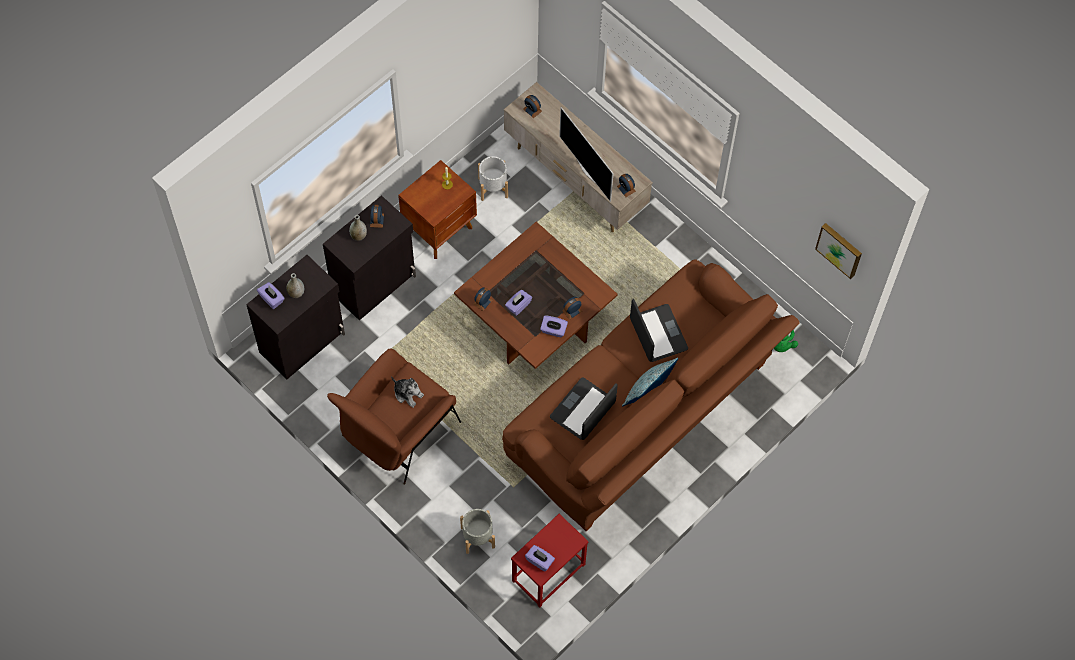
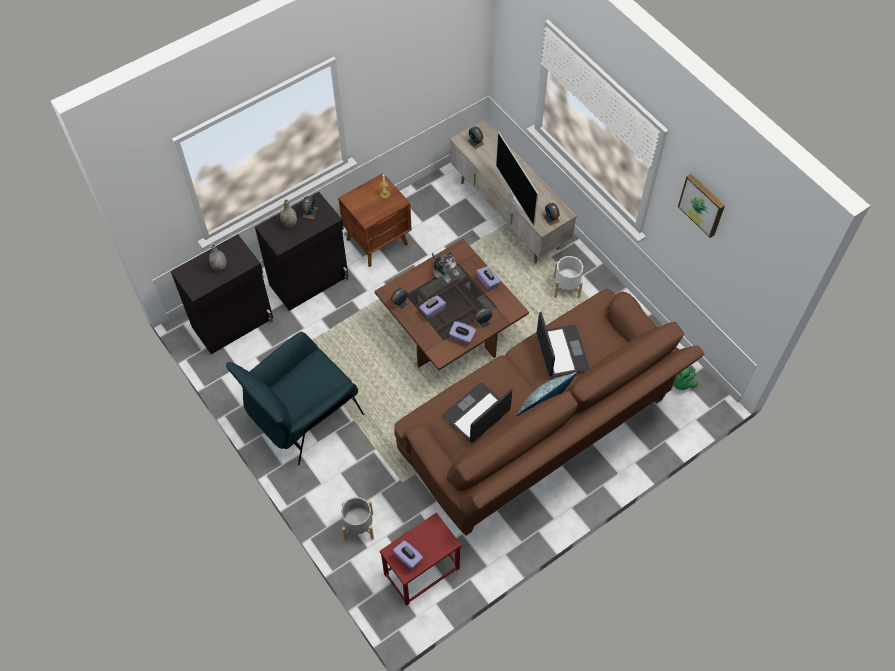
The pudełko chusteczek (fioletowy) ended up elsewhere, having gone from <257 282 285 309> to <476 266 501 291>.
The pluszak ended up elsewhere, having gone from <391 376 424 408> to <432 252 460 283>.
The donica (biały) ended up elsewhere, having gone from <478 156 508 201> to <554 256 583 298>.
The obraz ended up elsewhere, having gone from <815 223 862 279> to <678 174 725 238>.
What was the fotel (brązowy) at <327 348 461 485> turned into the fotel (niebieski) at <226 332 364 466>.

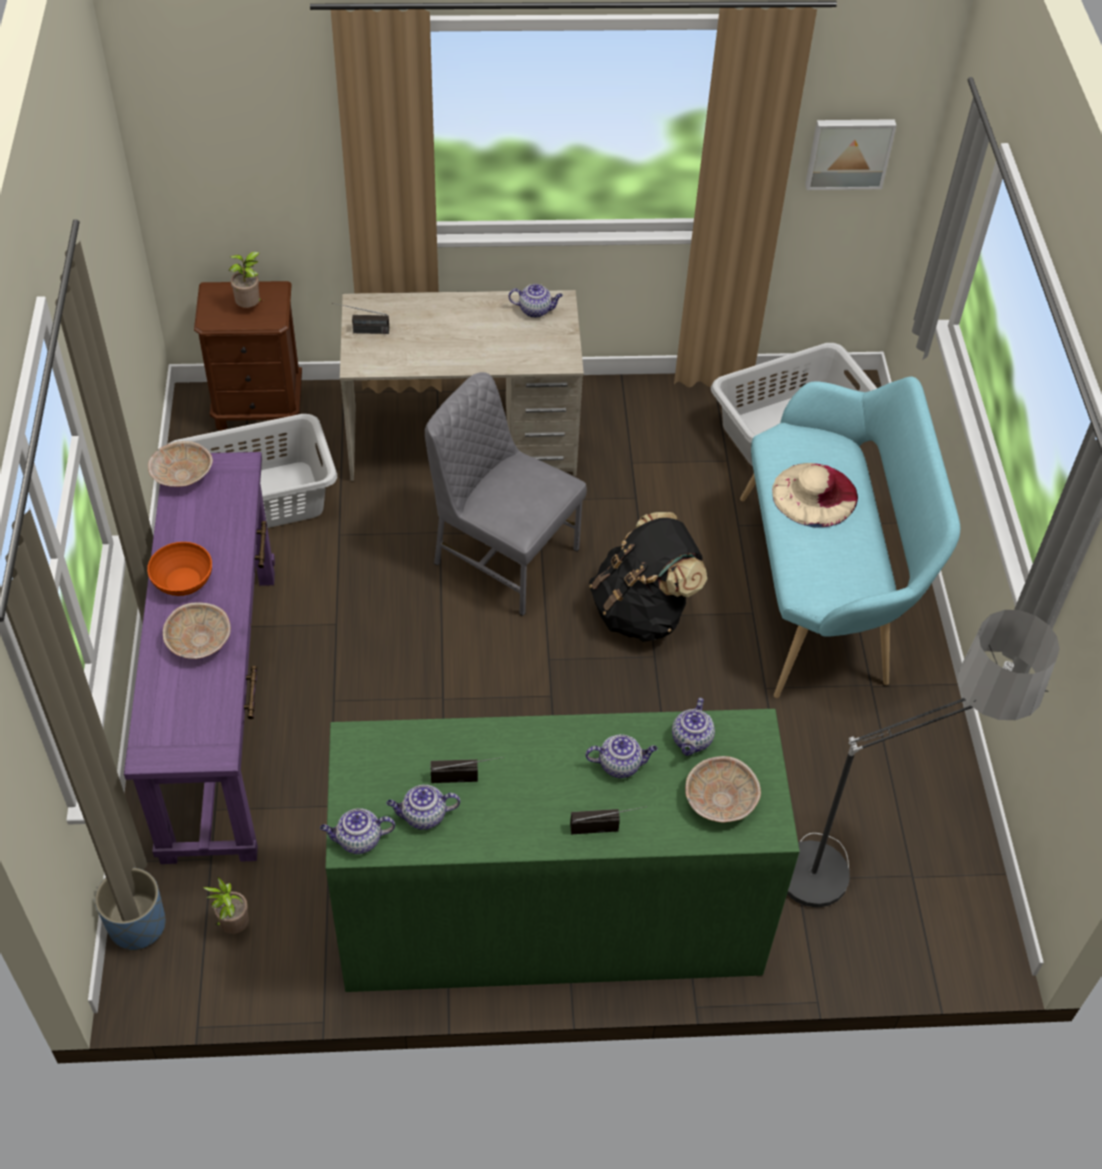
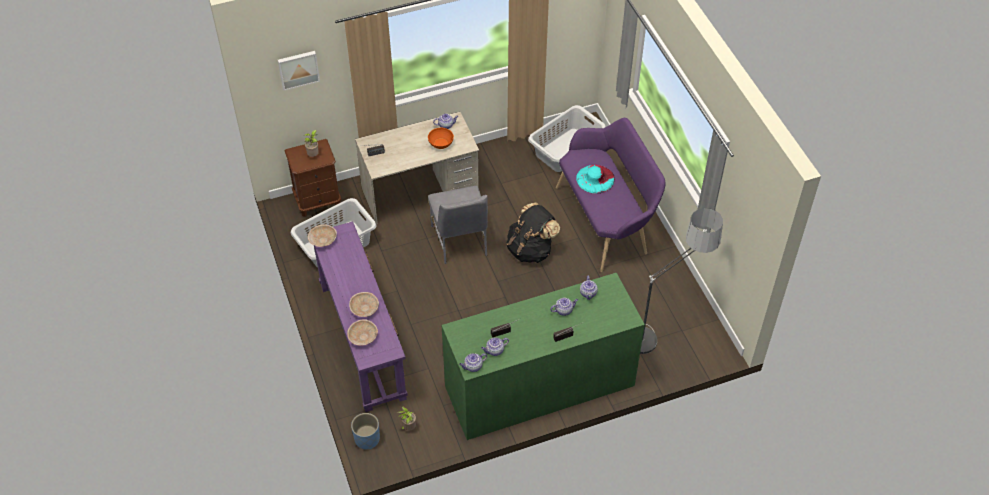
The miska (pomarańczowy) ended up elsewhere, having gone from <147 542 212 596> to <428 128 454 149>.
The miska (beżowy) ended up elsewhere, having gone from <685 756 761 822> to <347 319 378 346>.
The obraz ended up elsewhere, having gone from <805 119 897 190> to <278 51 320 90>.
What was the ławka (turkusowy) at <740 376 960 698> turned into the ławka (fioletowy) at <556 118 665 272>.
What was the kapelusz (beżowy) at <772 463 858 528> turned into the kapelusz (turkusowy) at <576 165 615 194>.
The krzesło (szary) at <425 372 587 616> ended up facing another way, 120 degrees counterclockwise from before.

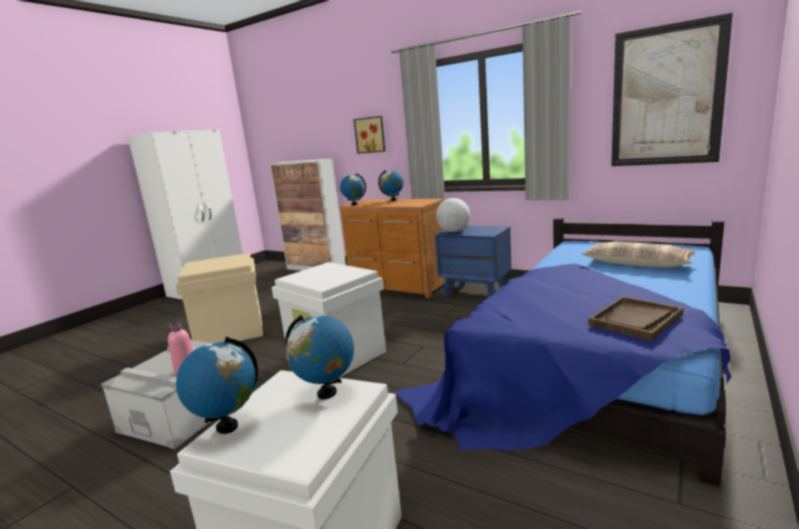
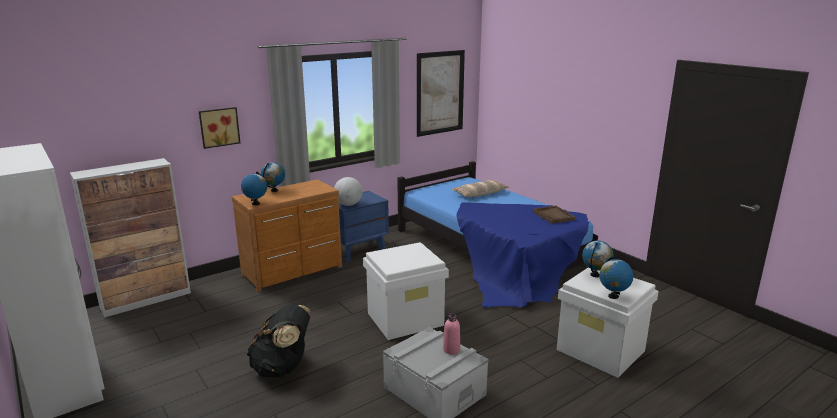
Where the pojemnik do przechowywania (beżowy) stood at <176 253 263 343>, the plecak (czarny) came to stand at <247 305 311 377>.

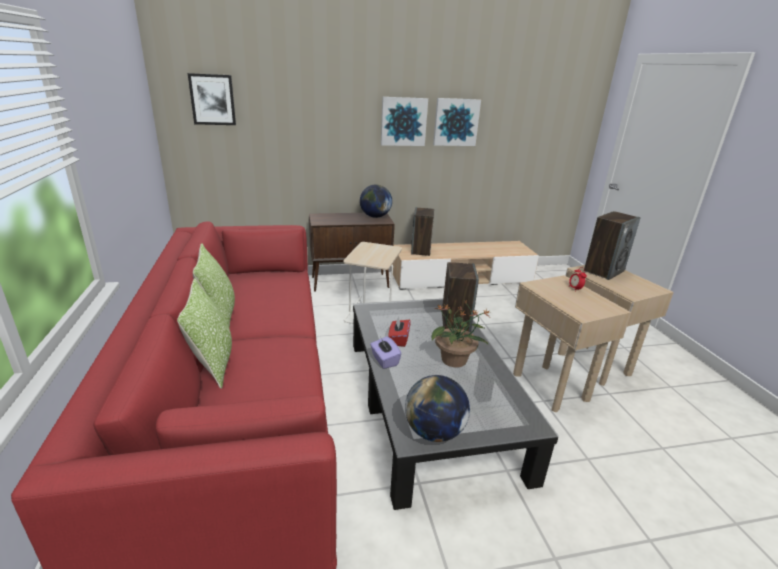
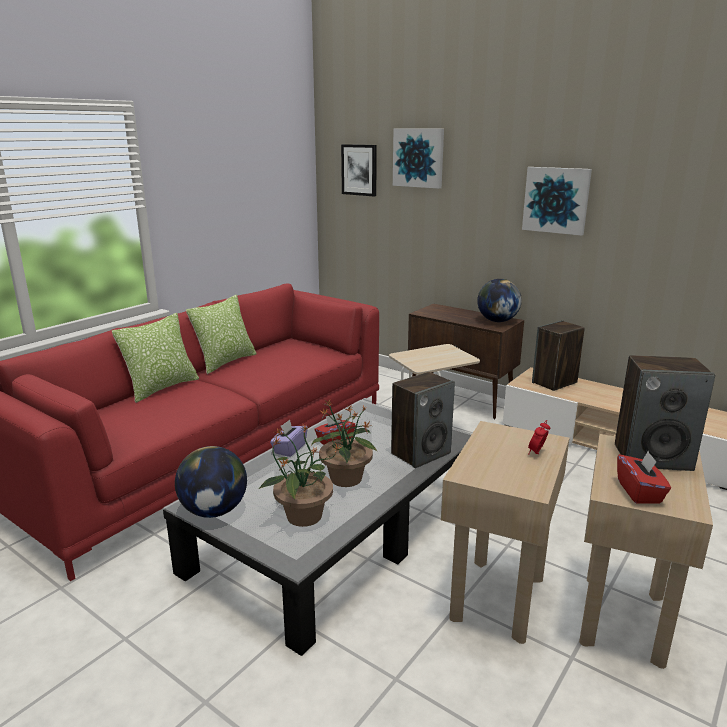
The second view gained the roślina doniczkowa at <259 424 342 527>.
The second view gained the pudełko chusteczek (czerwony) at <617 451 671 503>.
The obraz ended up elsewhere, having gone from <433 98 481 146> to <393 129 444 189>.

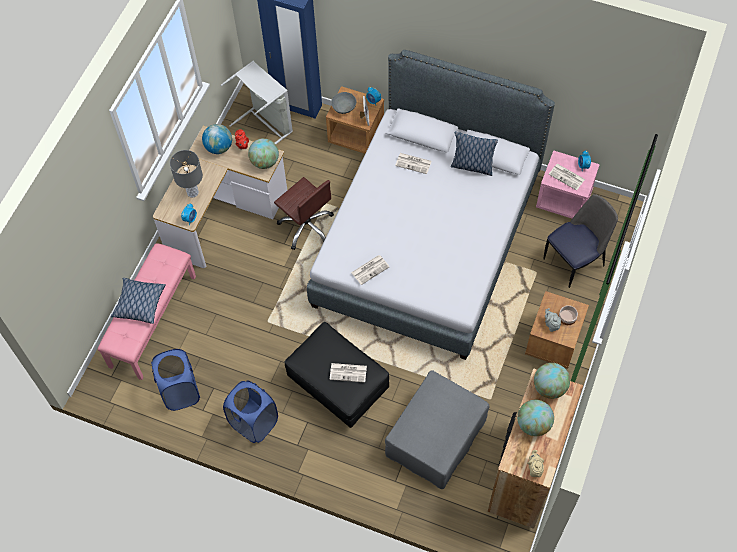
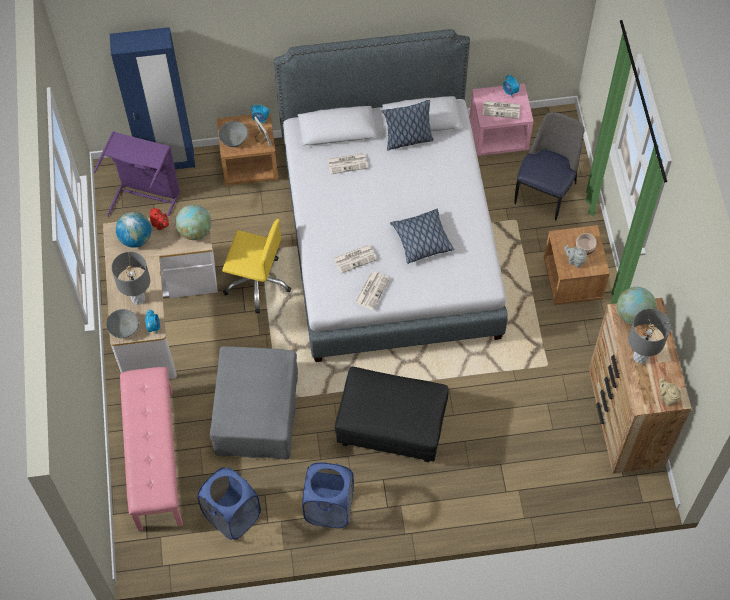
The second view gained the miska (szary) at <106 309 139 338>.
The poduszka ended up elsewhere, having gone from <111 278 166 324> to <390 208 455 264>.
The gazeta ended up elsewhere, having gone from <330 363 367 383> to <333 245 377 274>.
The pufa (szary) ended up elsewhere, having gone from <385 370 490 489> to <210 346 298 460>.
Where the globus stood at <517 400 554 436>, the lampa stołowa (szary) came to stand at <628 308 671 364>.
What was the kosz na pranie (szary) at <221 61 293 144> turned into the kosz na pranie (fioletowy) at <94 131 180 217>.
What was the krzesło biurowe (brązowy) at <274 177 334 250> turned into the krzesło biurowe (żółty) at <222 219 291 313>.

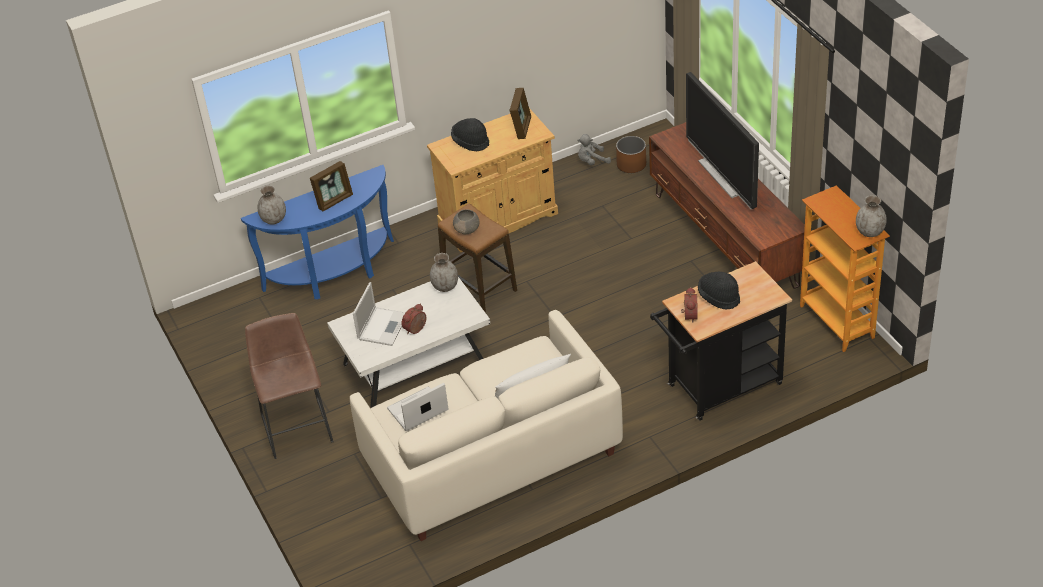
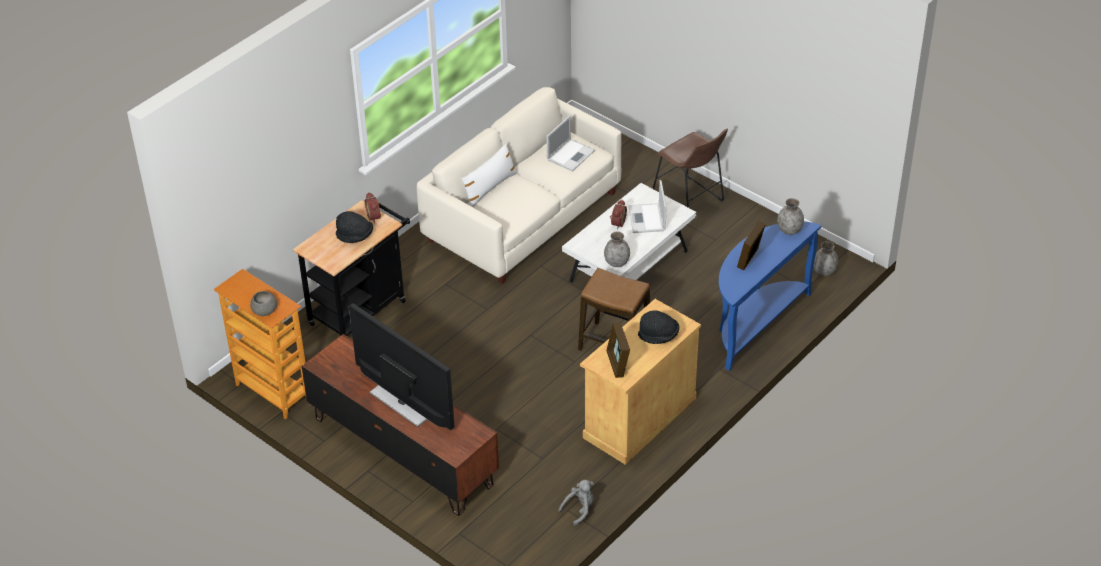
The second view lost the donica (brązowy) at <616 136 646 173>.
The miska (szary) ended up elsewhere, having gone from <453 209 480 234> to <250 291 277 316>.
The wazon (szary) ended up elsewhere, having gone from <856 195 887 237> to <813 241 838 276>.

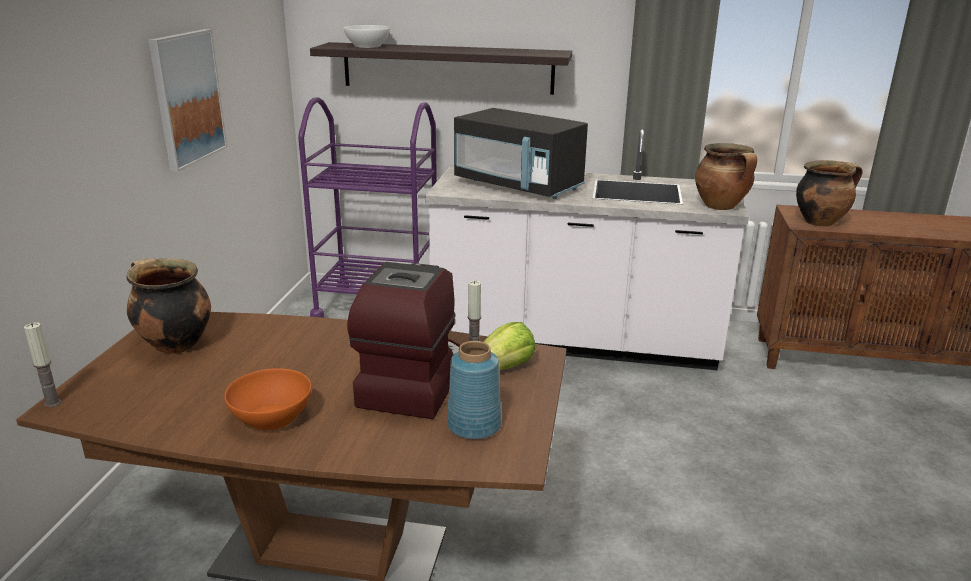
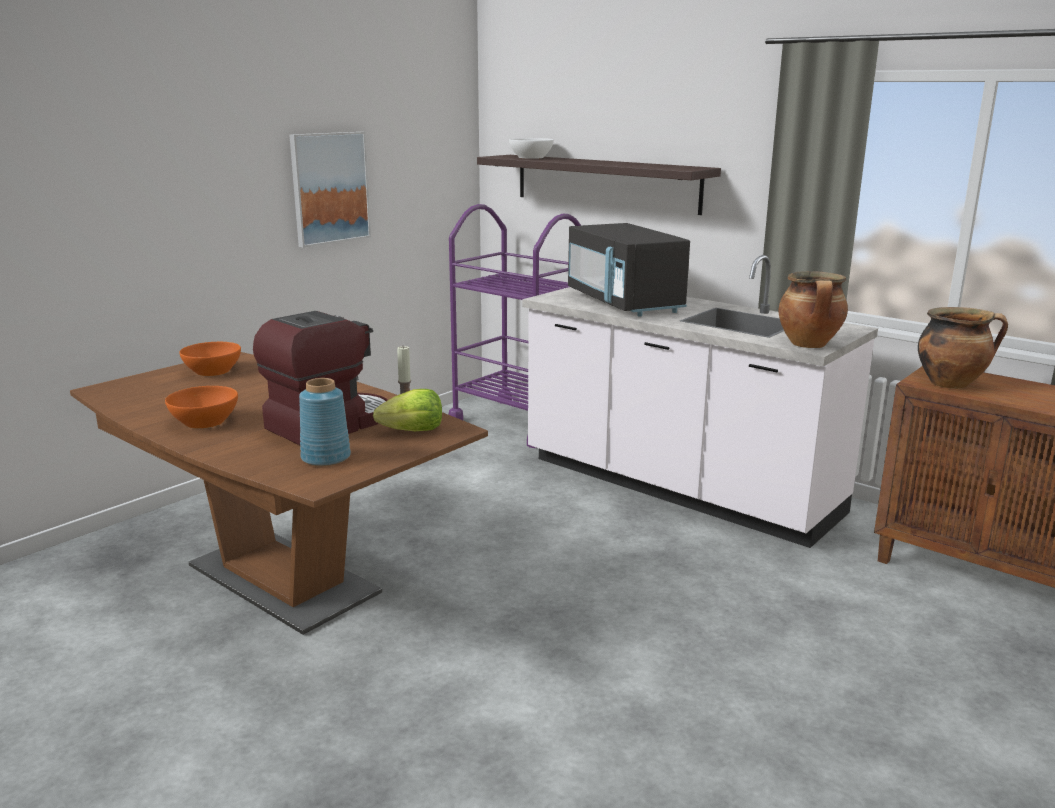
The second view lost the świeca at <24 322 61 407>.
Where the garnek stood at <127 259 211 354>, the miska (pomarańczowy) came to stand at <179 342 241 376>.

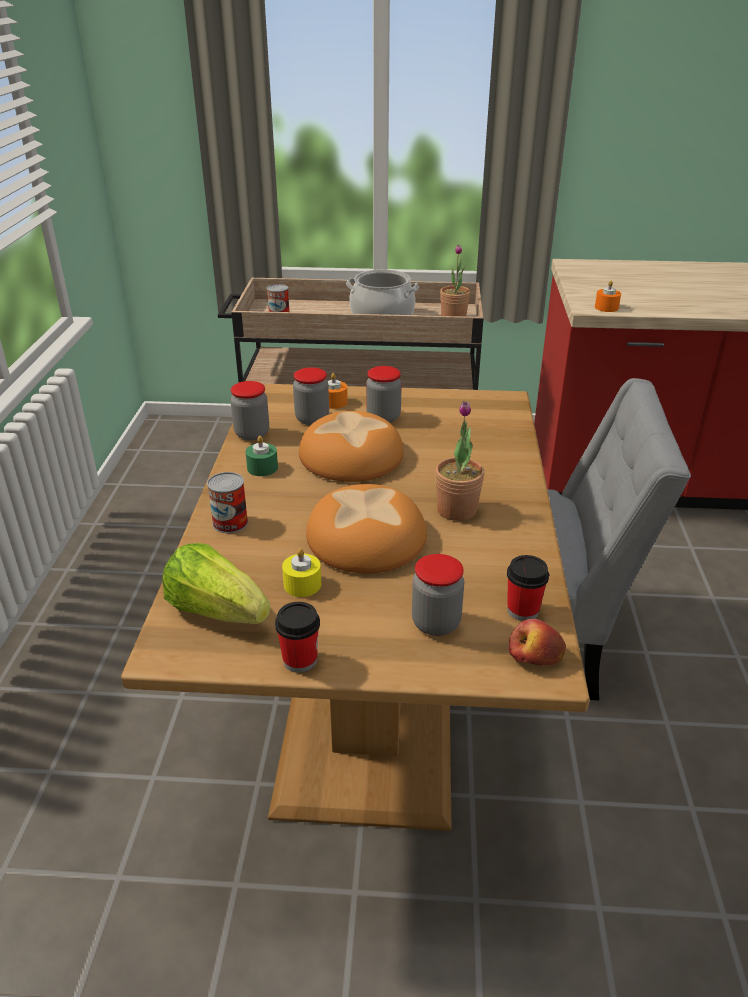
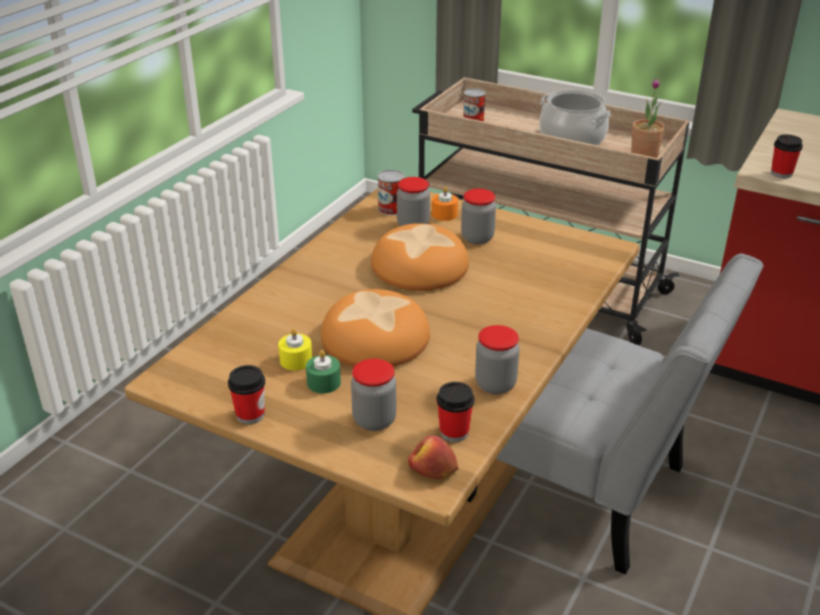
The second view lost the sałata at <162 543 271 624>.
The second view lost the roślina doniczkowa at <435 401 484 521>.
The puszka ended up elsewhere, having gone from <207 472 248 533> to <377 170 405 215>.
The słoik ended up elsewhere, having gone from <230 381 269 441> to <475 325 520 394>.
The świeca (zielony) ended up elsewhere, having gone from <246 436 278 476> to <306 350 341 394>.
Where the świeca (pomarańczowy) stood at <595 280 621 312>, the filiżanka came to stand at <771 134 803 179>.

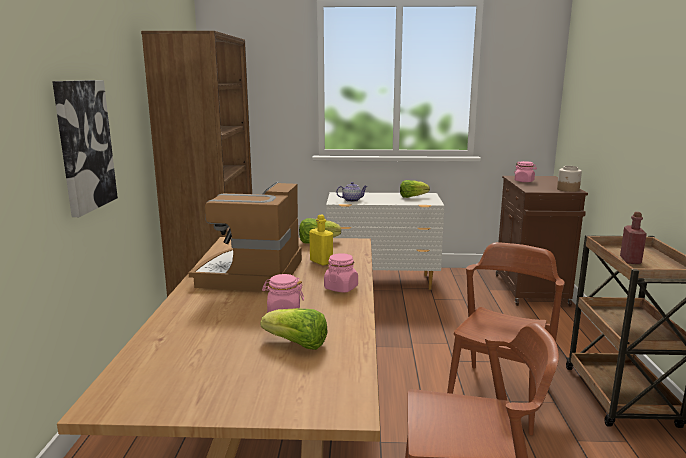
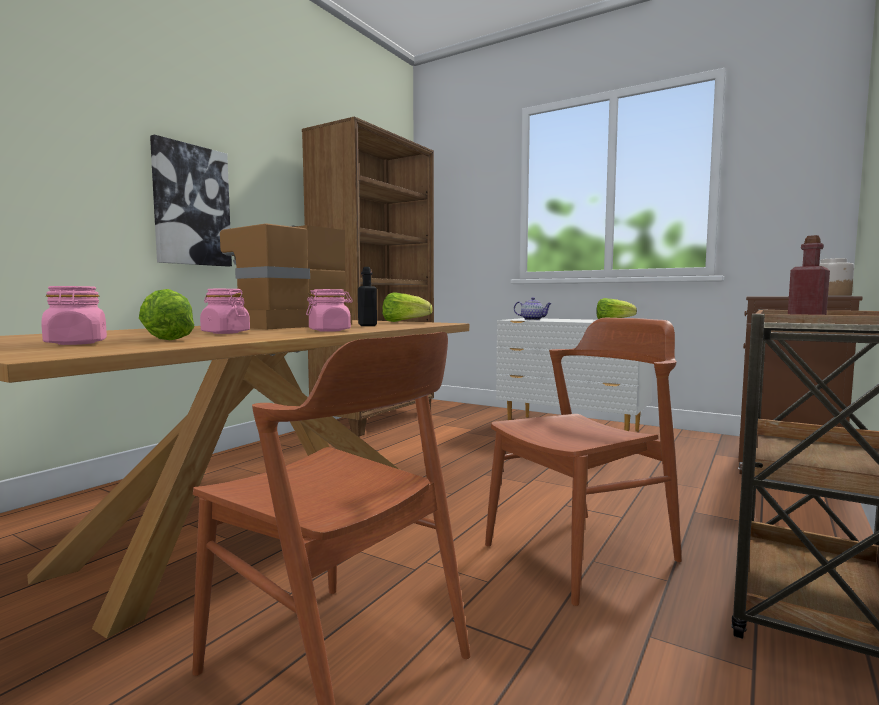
The słoik (różowy) ended up elsewhere, having gone from <514 161 537 182> to <41 286 107 345>.
What was the butelka (żółty) at <309 215 333 266> turned into the butelka (czarny) at <358 267 377 326>.

